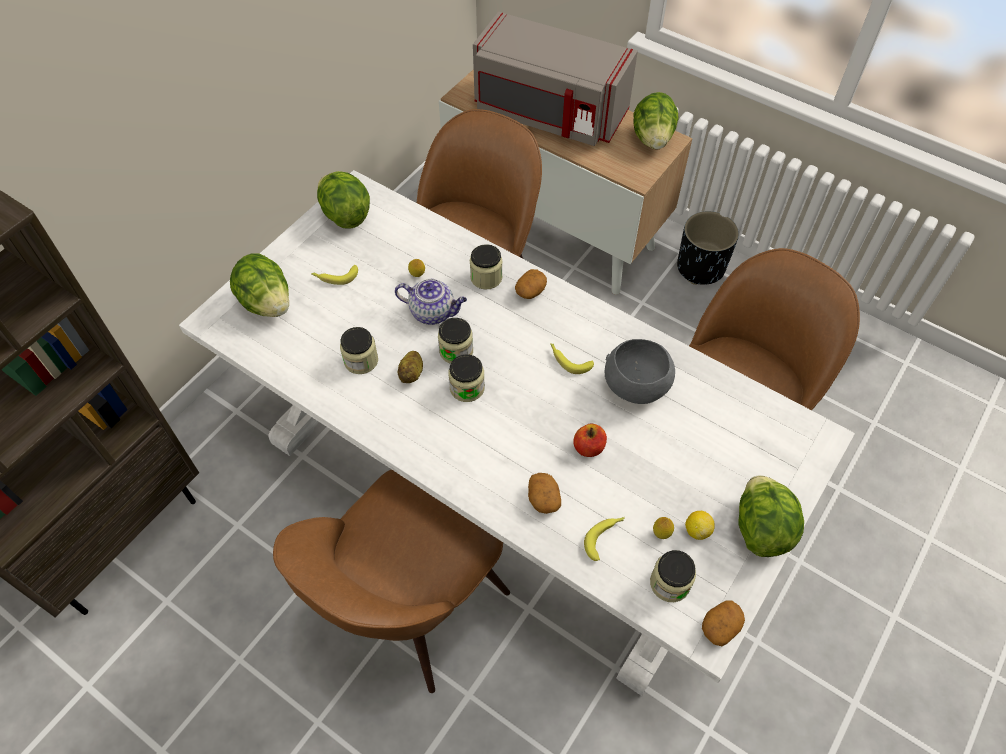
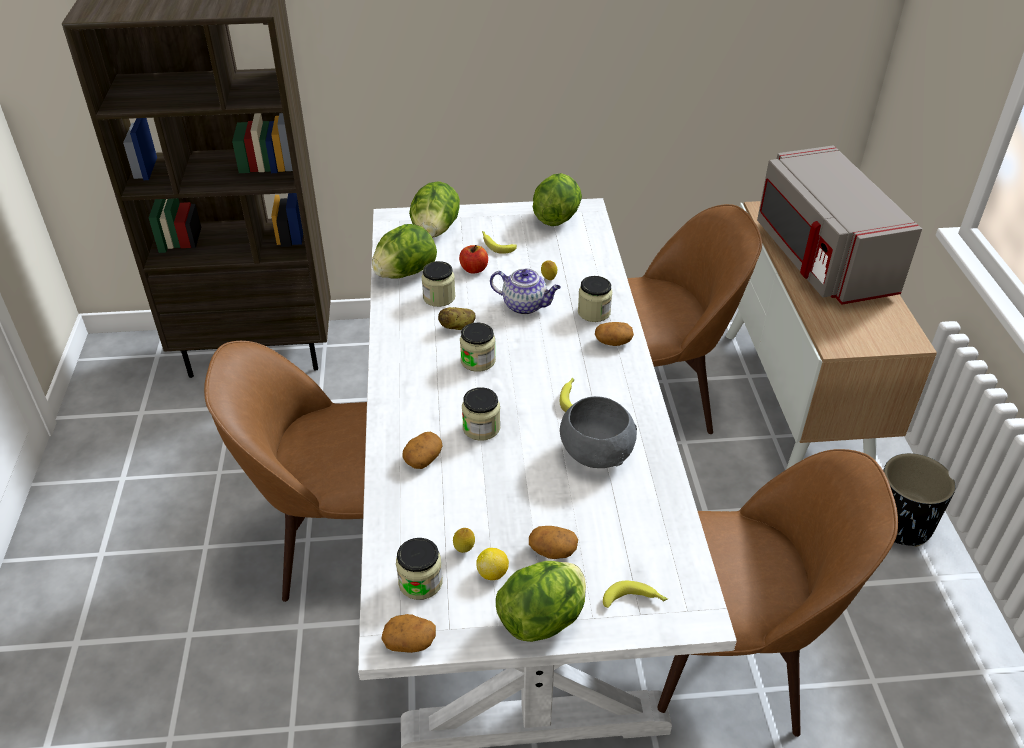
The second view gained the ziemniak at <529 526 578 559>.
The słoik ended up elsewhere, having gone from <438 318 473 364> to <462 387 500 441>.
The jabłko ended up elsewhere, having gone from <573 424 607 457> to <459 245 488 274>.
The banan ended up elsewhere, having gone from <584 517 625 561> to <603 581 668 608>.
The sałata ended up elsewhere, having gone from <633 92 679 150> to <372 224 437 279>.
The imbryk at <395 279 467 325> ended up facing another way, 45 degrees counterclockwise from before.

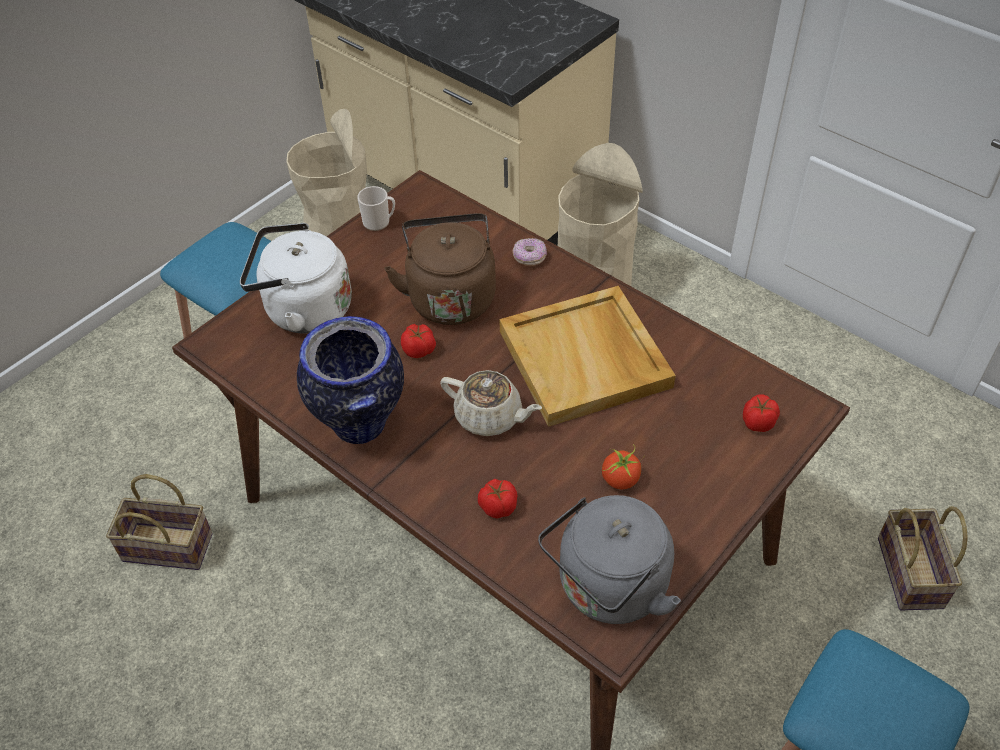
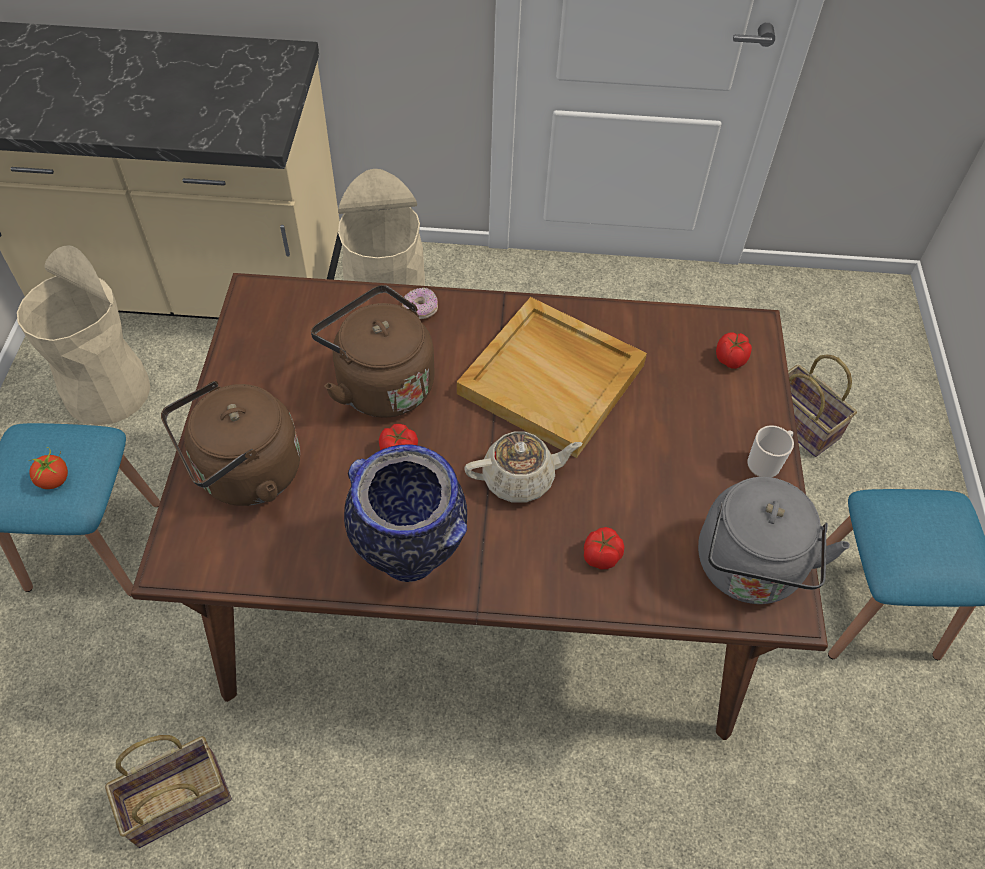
The kubek ended up elsewhere, having gone from <357 186 395 231> to <747 425 794 477>.
The pomidor ended up elsewhere, having gone from <602 445 643 489> to <30 447 68 489>.
What was the czajnik (biały) at <240 223 352 334> turned into the czajnik (brązowy) at <161 381 300 506>.

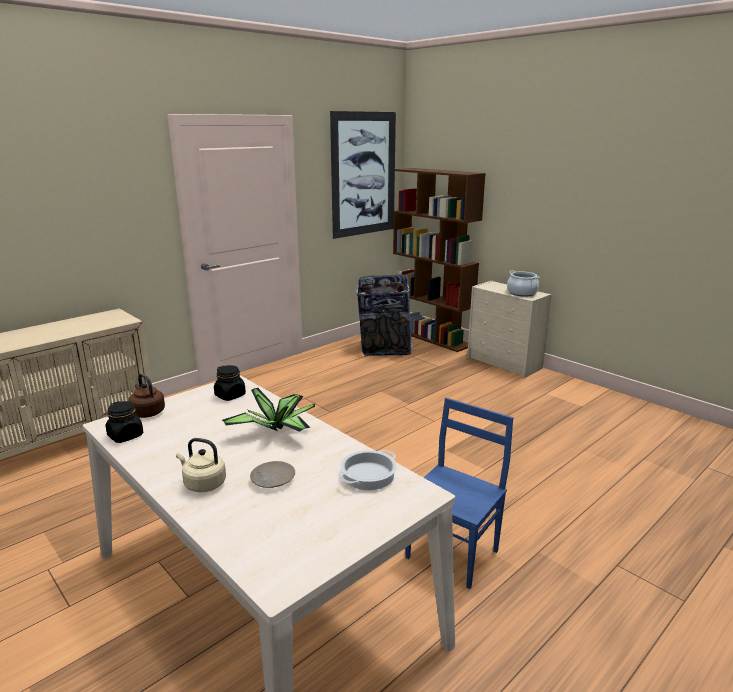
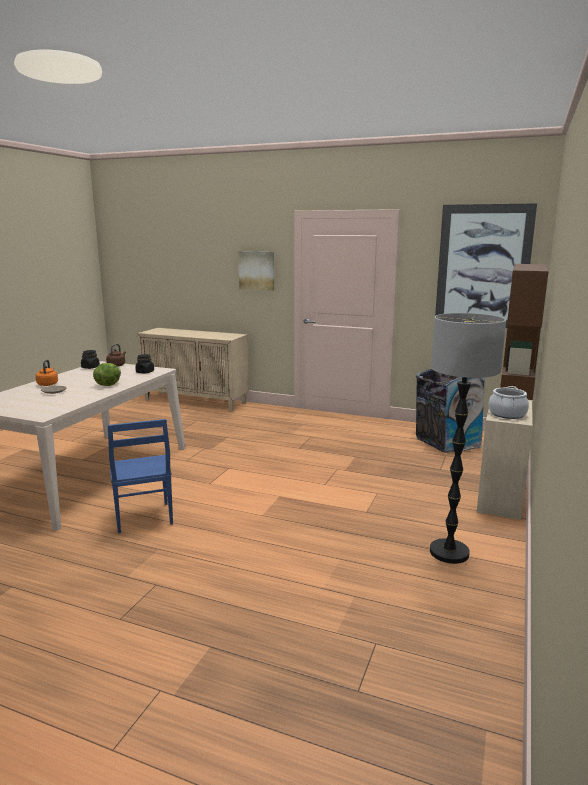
The second view lost the garnek at <339 450 397 490>.
The second view gained the obraz at <238 251 274 291>.
The second view gained the lampa stojąca at <430 313 506 564>.
Where the roślina doniczkowa stood at <222 388 315 432>, the sałata came to stand at <93 363 121 386>.
What was the czajnik (beżowy) at <176 438 226 492> turned into the czajnik (pomarańczowy) at <36 360 58 386>.
The krzesło (niebieski) at <405 398 513 589> ended up facing another way, 60 degrees clockwise from before.

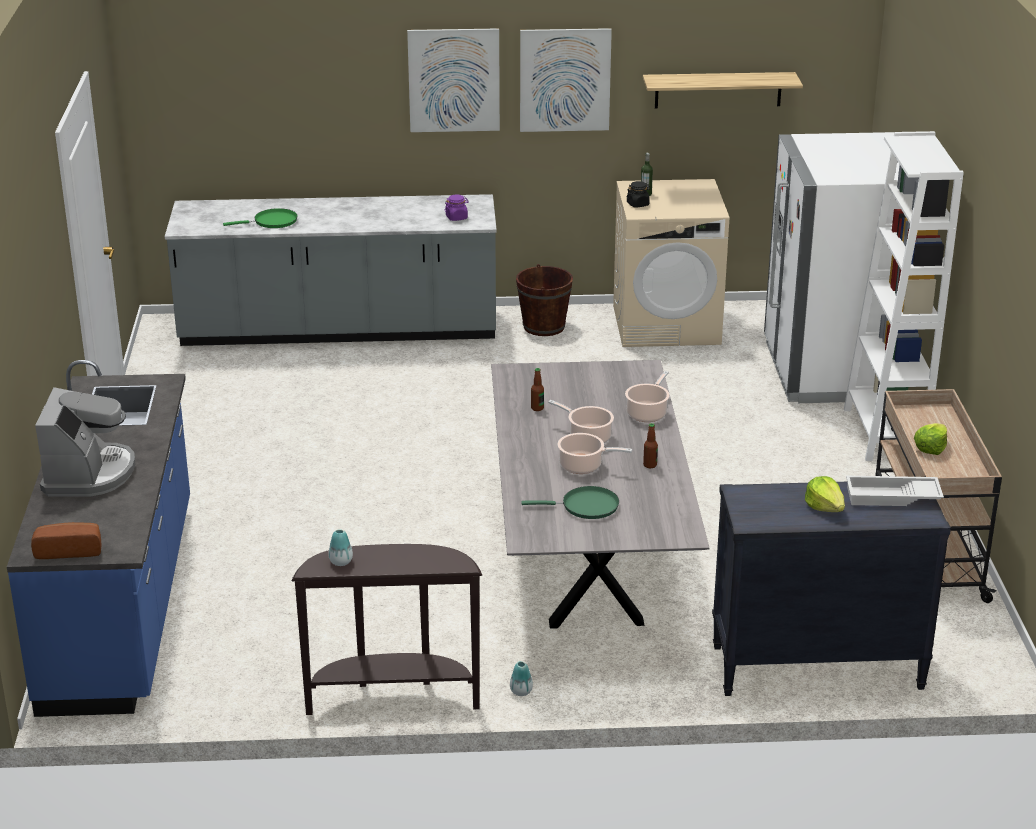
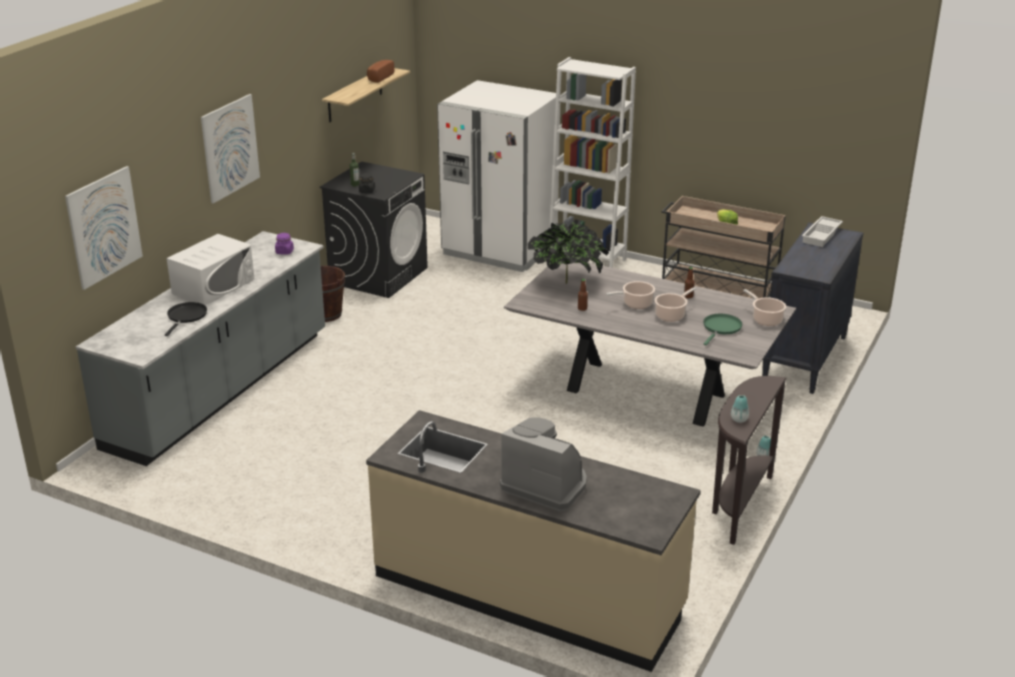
The second view lost the sałata at <805 476 845 512>.
The second view gained the mikrofalówka (biały) at <167 234 254 305>.
The second view gained the roślina doniczkowa at <528 219 609 284>.
The chleb ended up elsewhere, having gone from <31 522 102 559> to <367 60 394 83>.
The obraz ended up elsewhere, having gone from <520 28 612 132> to <65 166 143 290>.
The garnek ended up elsewhere, having gone from <625 371 670 422> to <743 289 786 326>.
What was the zabudowa kuchenna (niebieski) at <7 360 190 717> turned into the zabudowa kuchenna (beżowy) at <366 410 701 672>.
What was the patelnia (zielony) at <223 208 298 228> turned into the patelnia (czarny) at <165 302 207 336>.
What was the pralka (beżowy) at <613 179 729 347> turned into the pralka (czarny) at <320 161 428 298>.

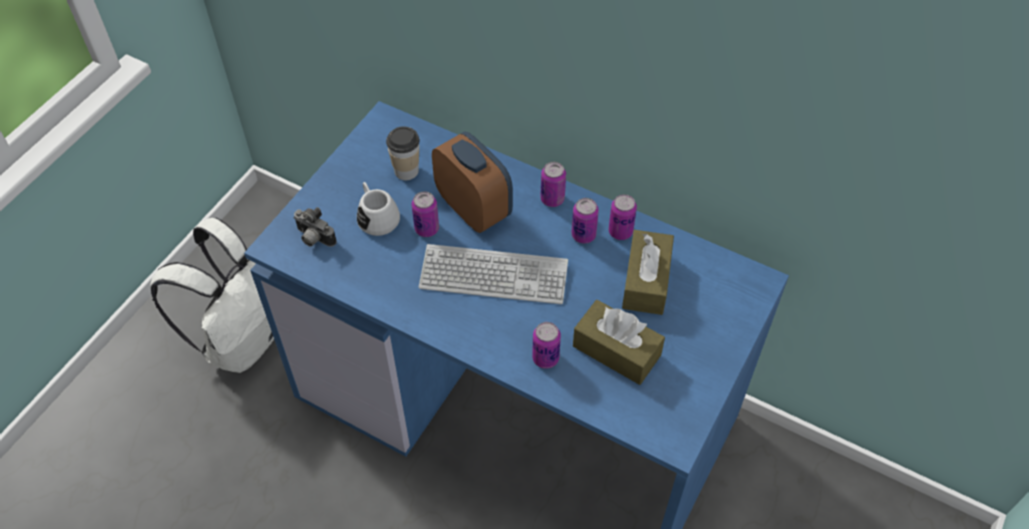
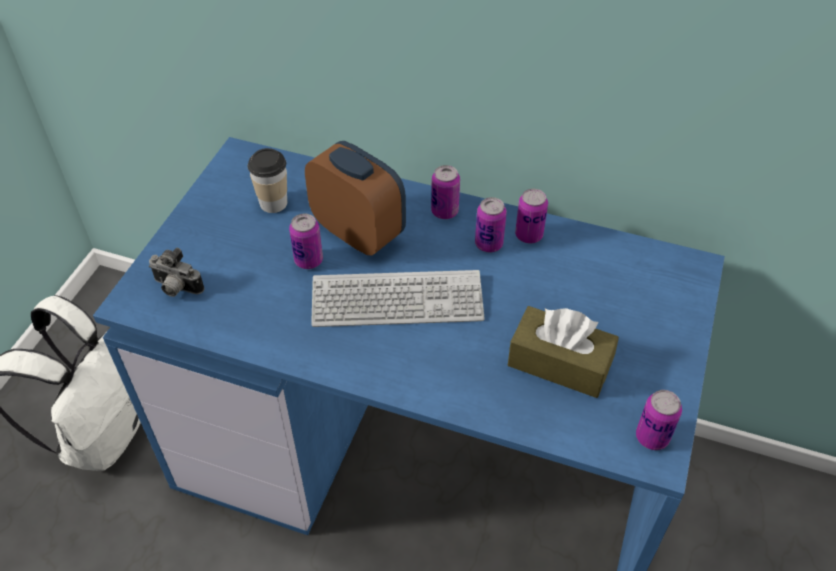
The second view lost the kubek (biały) at <357 182 400 236>.
The second view lost the pudełko chusteczek (brązowy) at <622 230 674 315>.
The puszka ended up elsewhere, having gone from <532 322 561 369> to <636 390 682 450>.

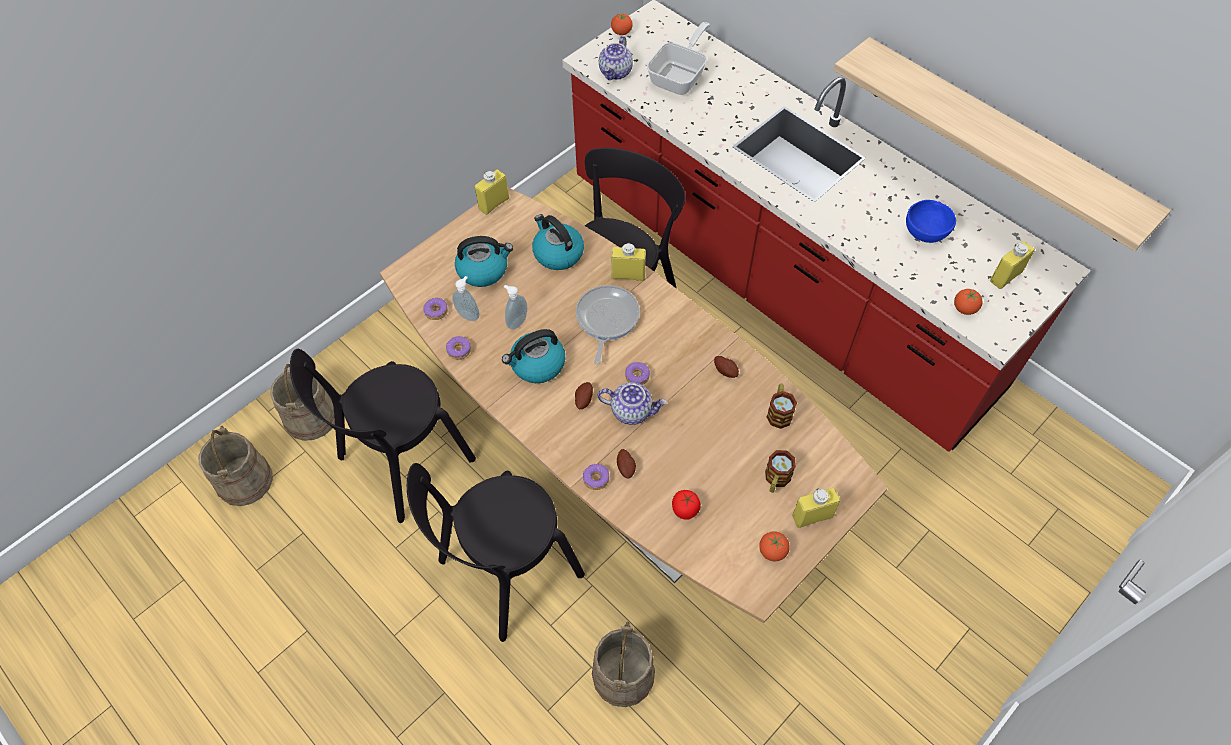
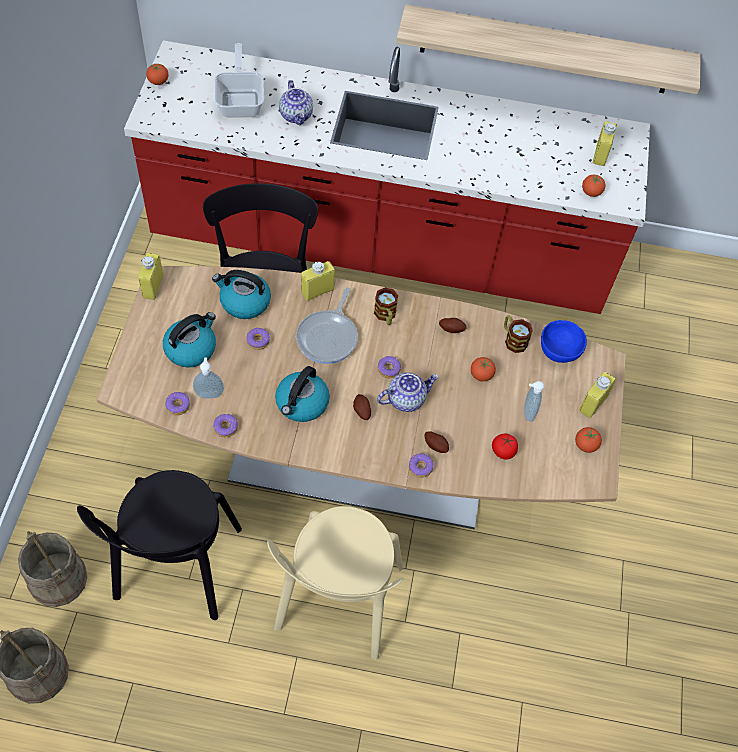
The second view lost the wiadro (beżowy) at <592 622 655 707>.
The second view gained the donut at <246 328 270 350>.
The second view gained the pomidor at <471 357 496 381>.
The dozownik mydła ended up elsewhere, having gone from <504 285 527 330> to <524 381 544 421>.
The imbryk ended up elsewhere, having gone from <599 36 633 80> to <279 80 313 125>.
The kubek ended up elsewhere, having gone from <765 450 796 493> to <374 287 398 325>.
The miska (niebieski) ended up elsewhere, having gone from <906 200 956 243> to <541 320 587 363>.
What was the krzesło (czarny) at <407 463 585 642> turned into the krzesło (beżowy) at <267 506 404 660>.
The patelnia at <576 285 640 365> ended up facing another way, 135 degrees counterclockwise from before.

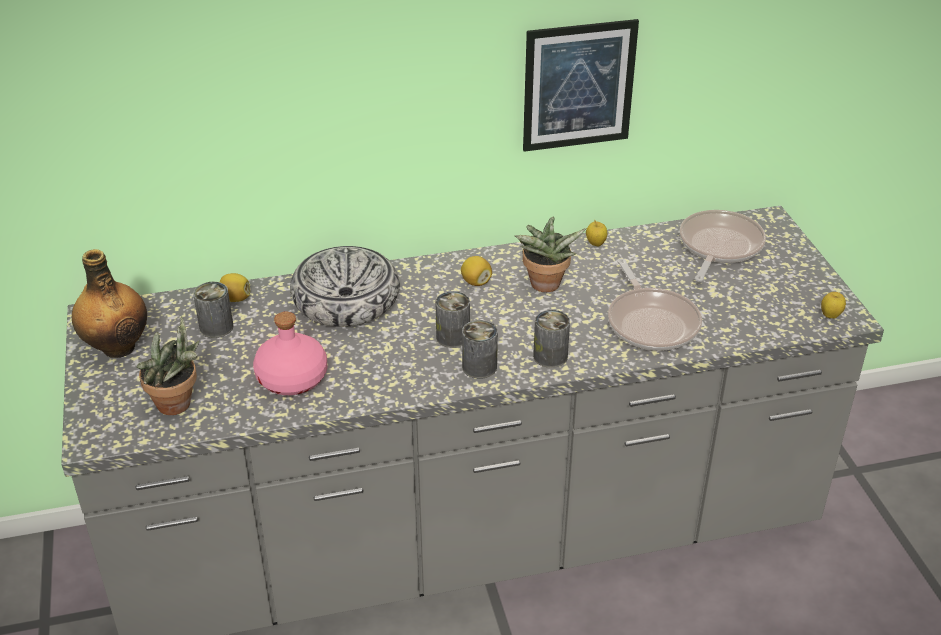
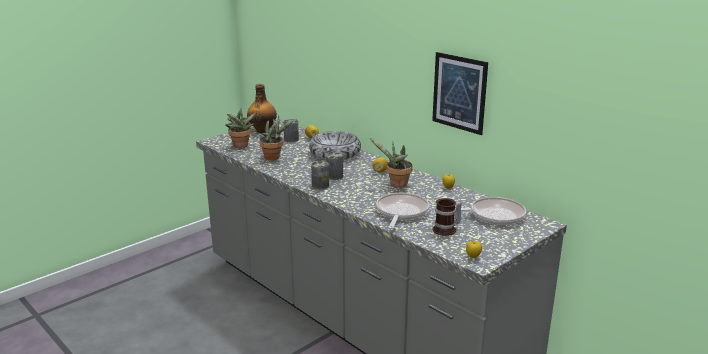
The second view lost the puszka at <533 310 570 368>.
The second view gained the kubek at <433 198 462 236>.
Where the butelka (różowy) stood at <253 312 327 395>, the roślina doniczkowa came to stand at <259 115 294 161>.
The patelnia at <608 259 702 351> ended up facing another way, 150 degrees clockwise from before.

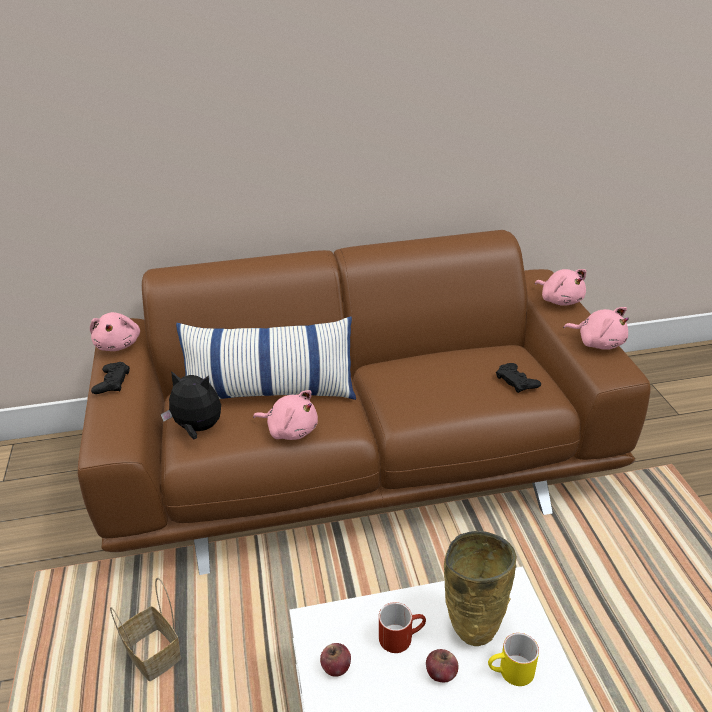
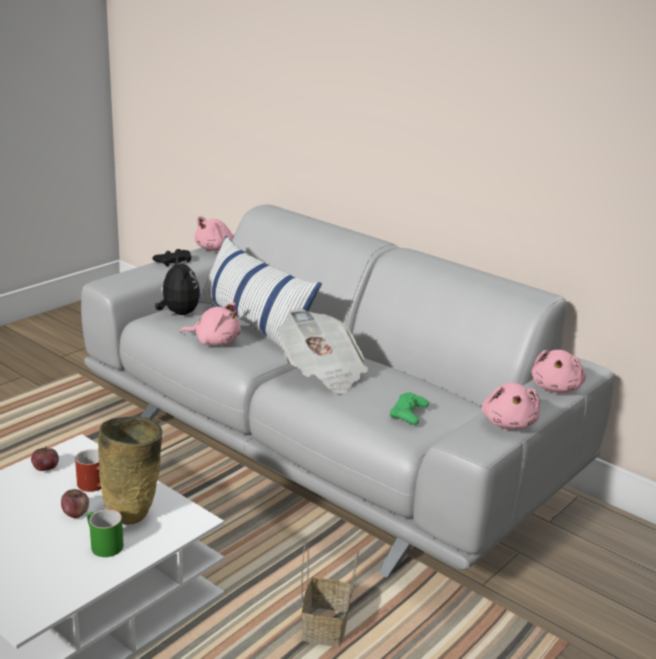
The second view gained the gazeta at <278 309 369 394>.
The koszyk ended up elsewhere, having gone from <110 578 181 681> to <301 543 359 647>.
What was the kanapa (brązowy) at <78 230 651 575> turned into the kanapa (szary) at <81 204 614 578>.
What was the kubek (żółty) at <488 633 539 686> turned into the kubek (zielony) at <87 509 123 557>.
What was the pad do gier (czarny) at <496 363 541 393> turned into the pad do gier (zielony) at <390 392 429 425>.
The pluszak (różowy) at <253 390 318 440> ended up facing another way, 60 degrees counterclockwise from before.

